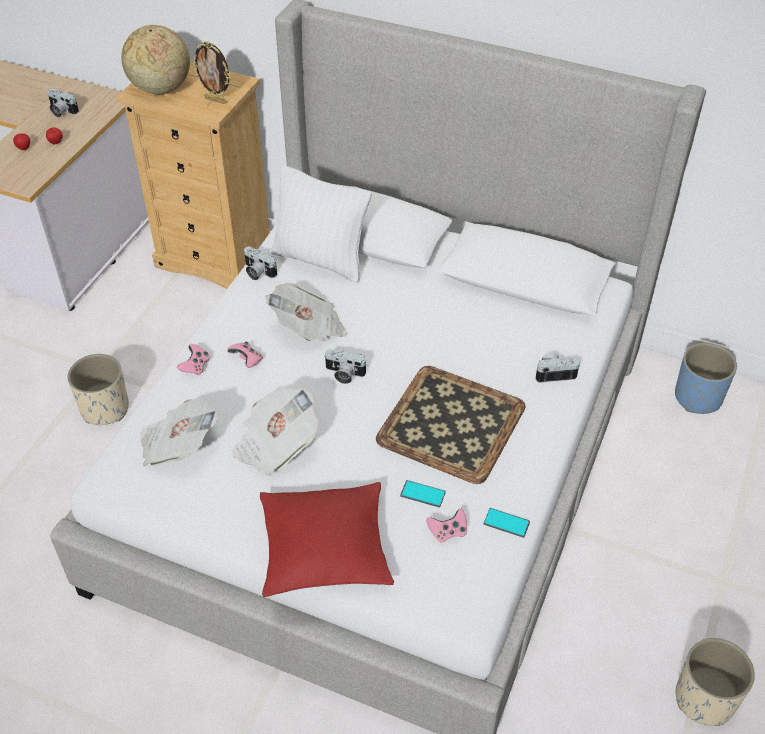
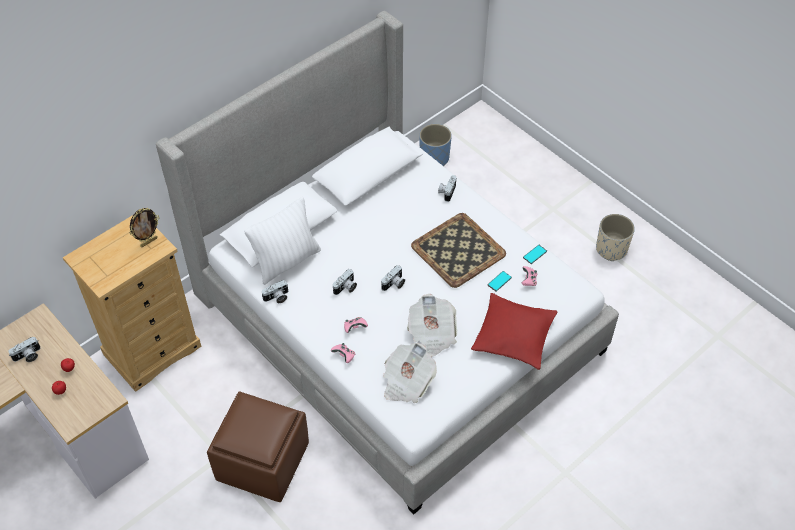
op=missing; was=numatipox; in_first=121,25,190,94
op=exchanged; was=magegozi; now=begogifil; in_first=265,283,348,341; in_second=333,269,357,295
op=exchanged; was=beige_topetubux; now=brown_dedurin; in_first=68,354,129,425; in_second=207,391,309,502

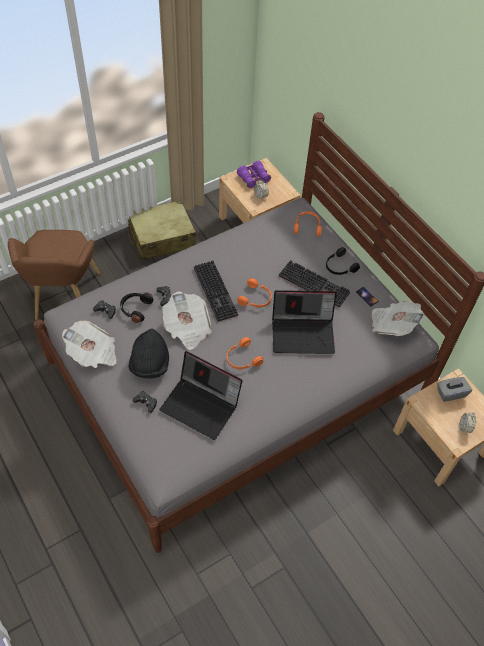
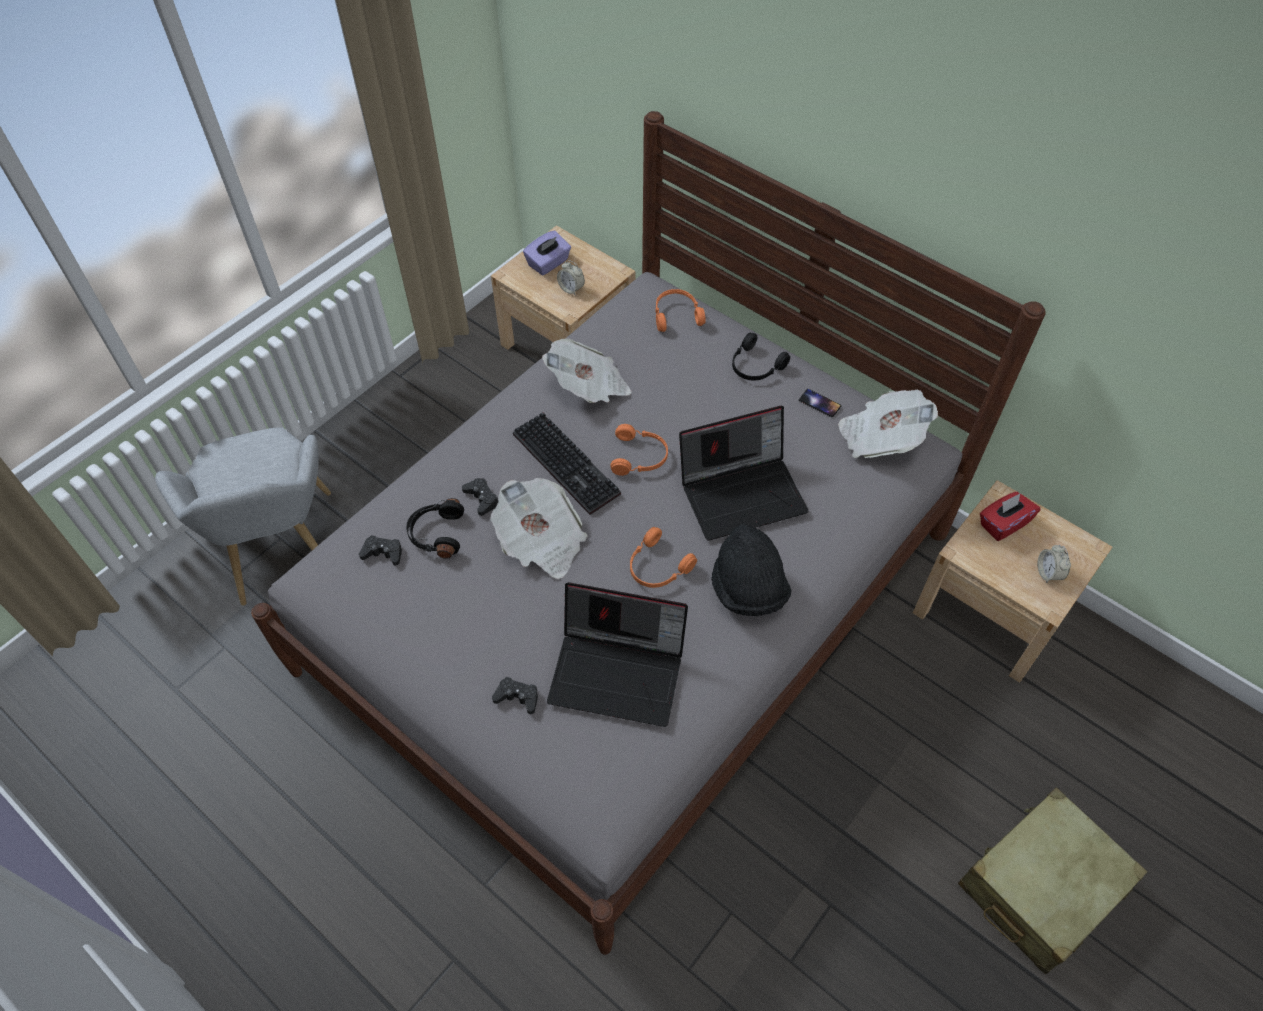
op=exchanged; was=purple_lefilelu; now=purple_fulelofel; in_first=237,161,271,188; in_second=523,231,571,276
op=relocated; was=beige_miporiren; in_first=128,201,196,260; in_second=958,787,1147,974
op=colour; was=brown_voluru; now=grey_voluru; in_first=8,230,100,320; in_second=155,427,331,606
op=missing; was=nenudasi; in_first=279,260,350,307
op=relocated; was=magegozi; in_first=62,320,116,368; in_second=542,338,632,403
op=relocated; was=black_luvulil; in_first=128,328,169,379; in_second=711,524,792,616
op=colour; was=grey_fulelofel; now=red_fulelofel; in_first=437,377,472,402; in_second=980,492,1040,541

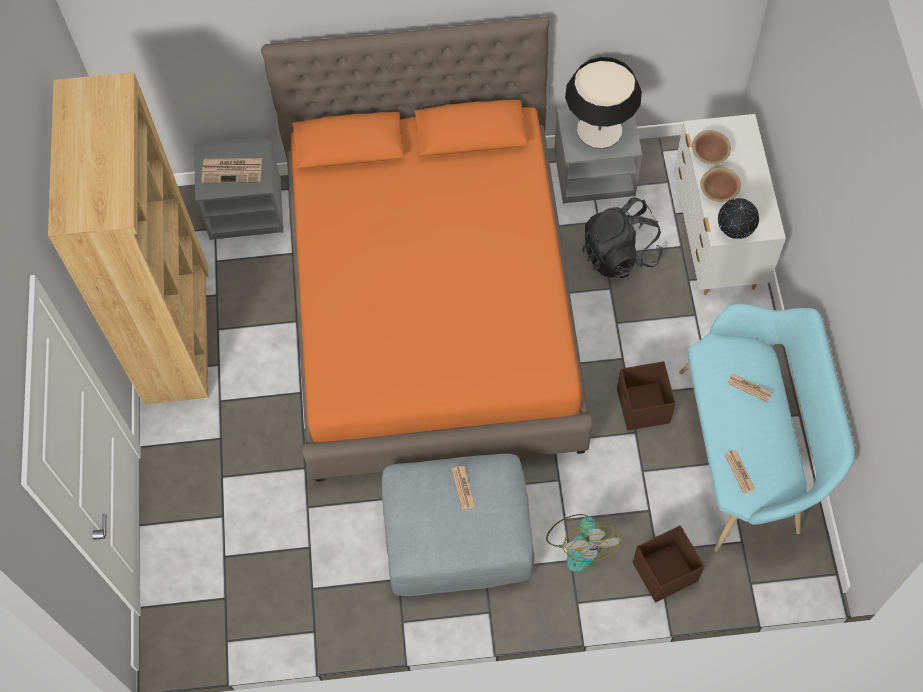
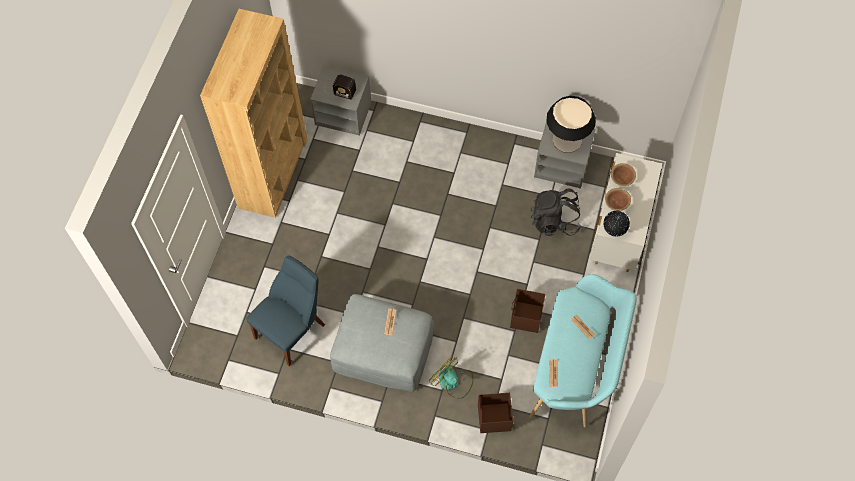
op=missing; was=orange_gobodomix; in_first=261,16,593,482
op=exchanged; was=magegozi; now=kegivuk; in_first=201,158,262,184; in_second=325,74,356,100
op=spun; was=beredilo; in_first=546,514,622,572; in_second=429,356,473,399; clockwise=120
op=appeared; now=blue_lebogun; in_second=246,256,325,366

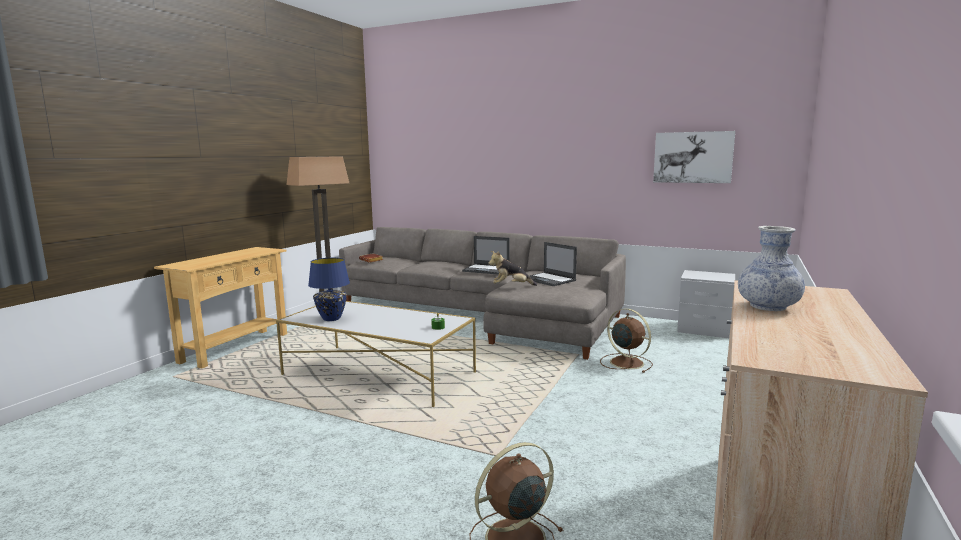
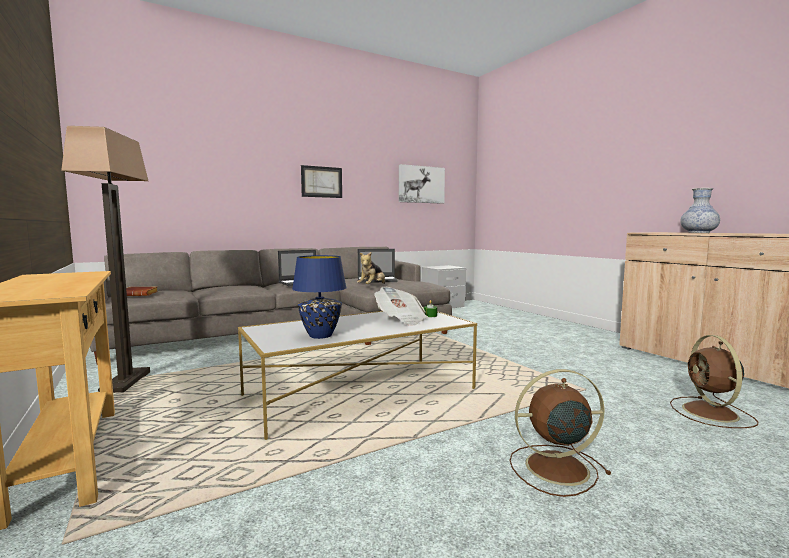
op=relocated; was=brown_beredilo; in_first=600,309,653,373; in_second=510,369,612,497
op=appeared; now=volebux; in_second=301,165,342,198
op=appeared; now=magegozi; in_second=374,287,428,326

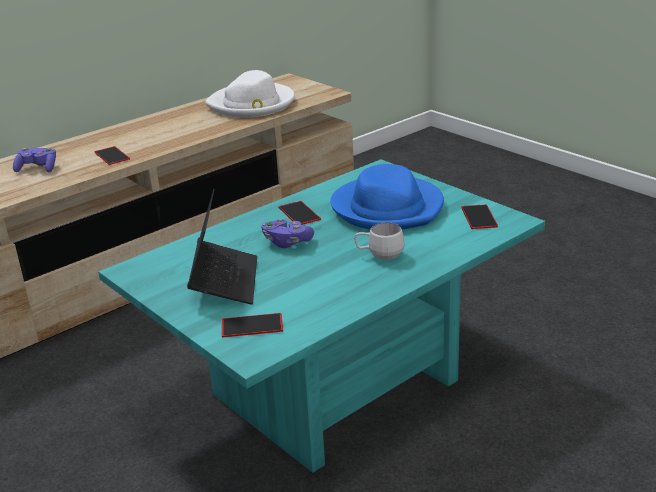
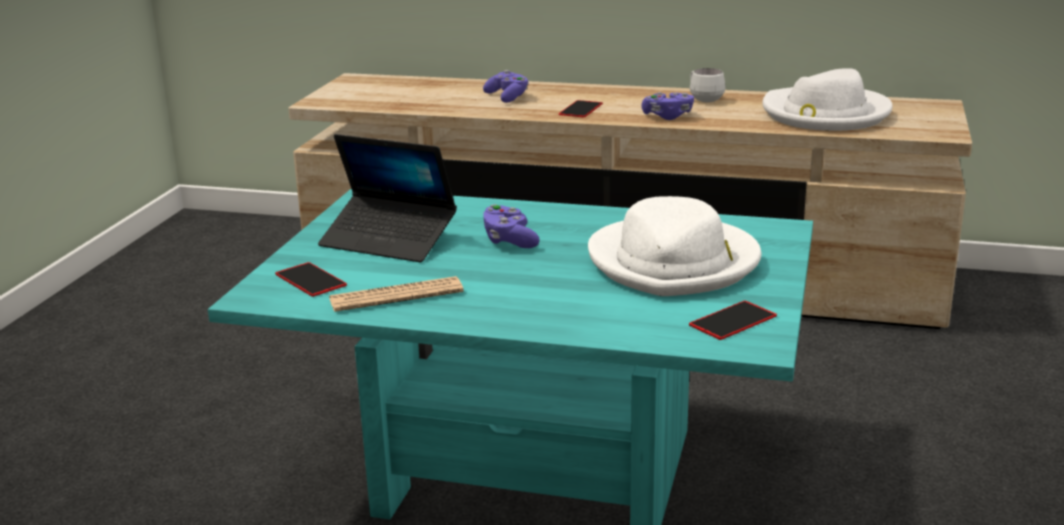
op=colour; was=blue_luvulil; now=white_luvulil; in_first=330,164,444,229; in_second=588,196,761,296
op=spun; was=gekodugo; in_first=187,188,257,305; in_second=318,134,457,262; clockwise=60
op=missing; was=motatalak; in_first=278,201,321,225
op=relocated; was=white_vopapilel; in_first=354,222,405,260; in_second=690,68,725,102
op=appeared; now=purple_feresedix; in_second=642,92,694,120
op=appeared; now=magegozi; in_second=329,276,464,312

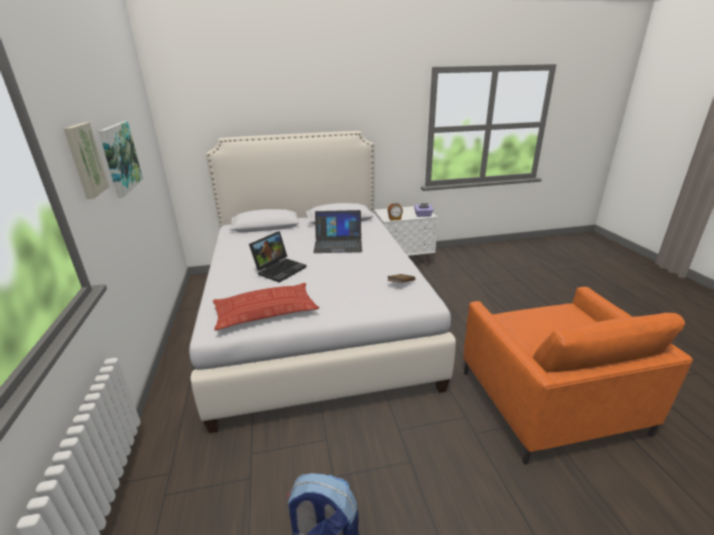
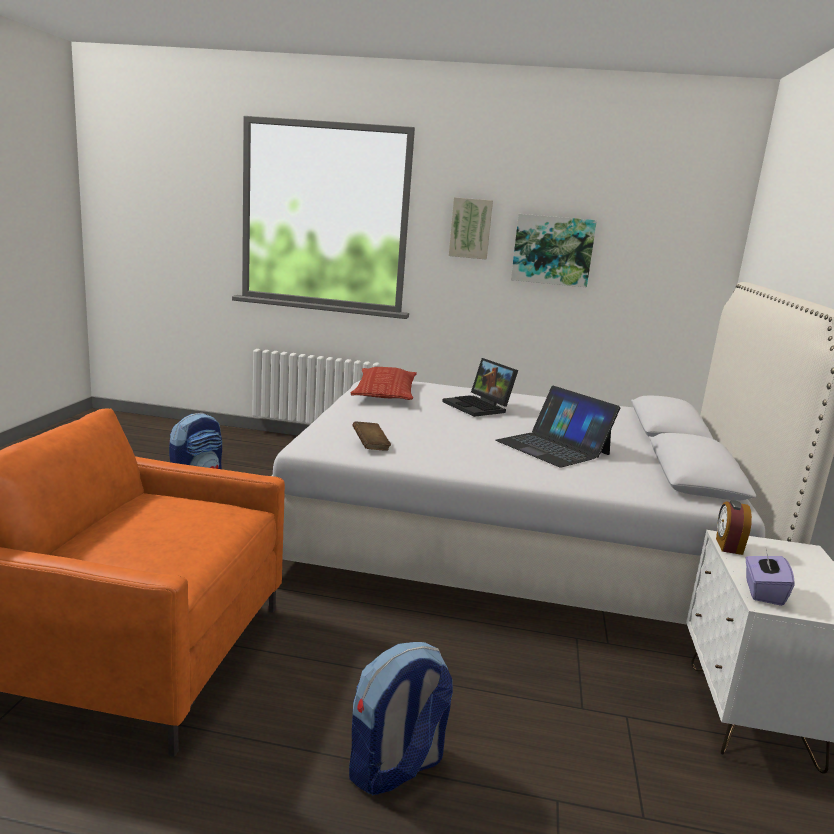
op=spun; was=gekodugo; in_first=313,210,362,253; in_second=495,386,620,468; clockwise=-60
op=appeared; now=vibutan; in_second=349,642,453,795

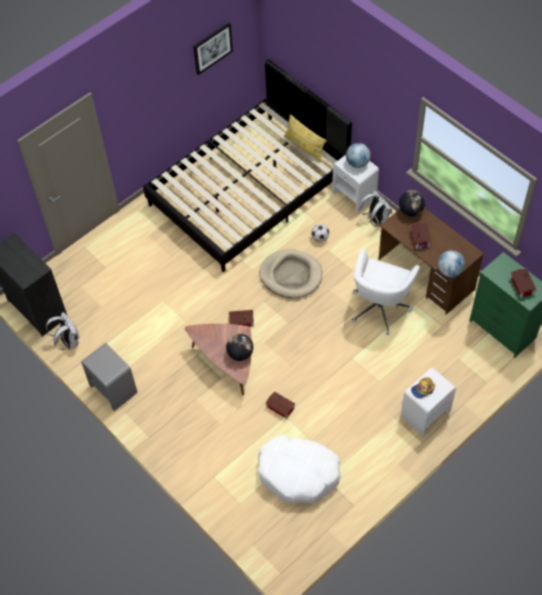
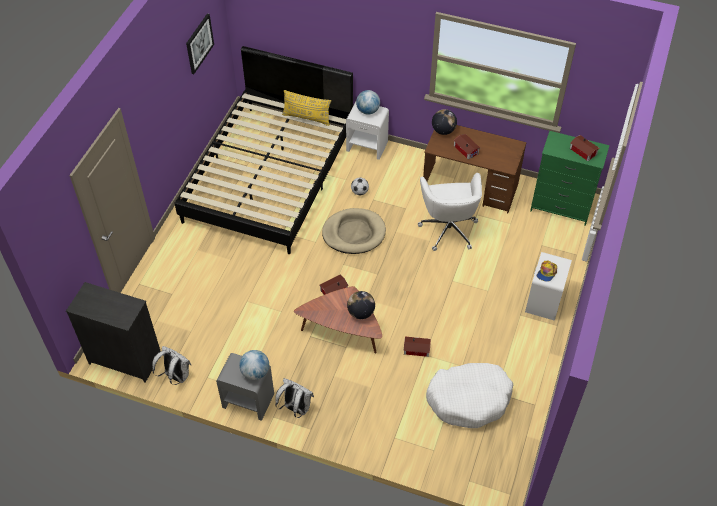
op=relocated; was=white_vibutan; in_first=359,190,392,227; in_second=275,378,314,418
op=relocated; was=numatipox; in_first=438,250,465,277; in_second=239,350,269,380

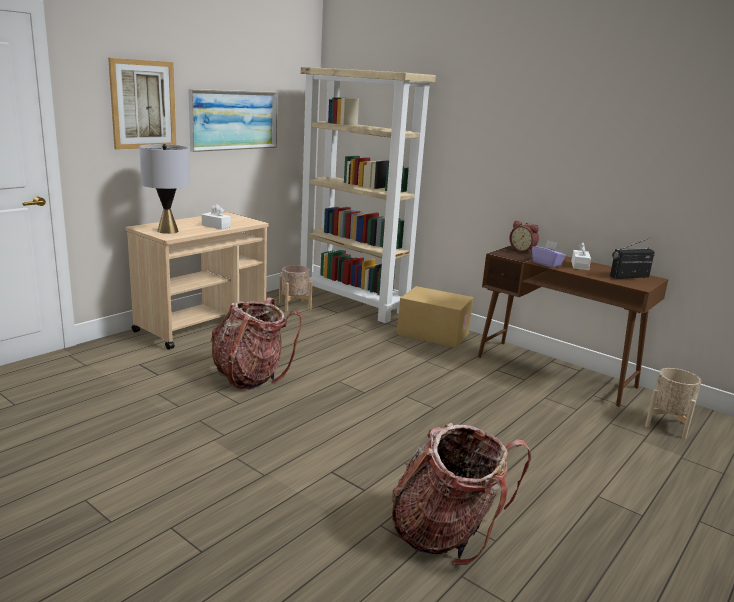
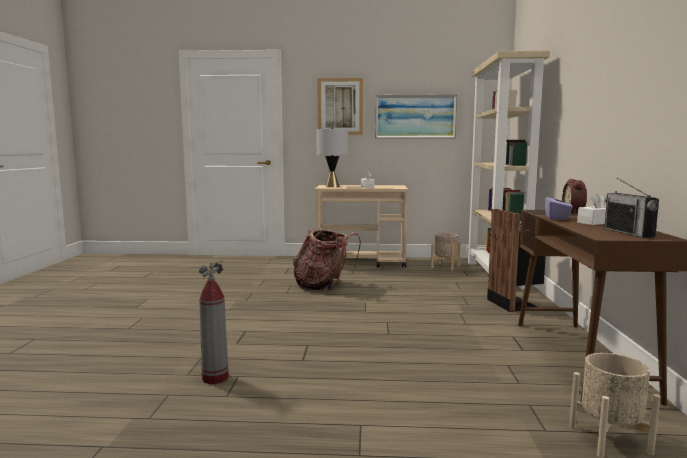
op=spun; was=kegivuk; in_first=610,238,655,279; in_second=604,178,659,238; clockwise=-135
op=exchanged; was=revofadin; now=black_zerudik; in_first=397,286,473,348; in_second=487,209,546,312
op=exchanged; was=vibutan; now=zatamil; in_first=391,423,531,565; in_second=199,260,229,384

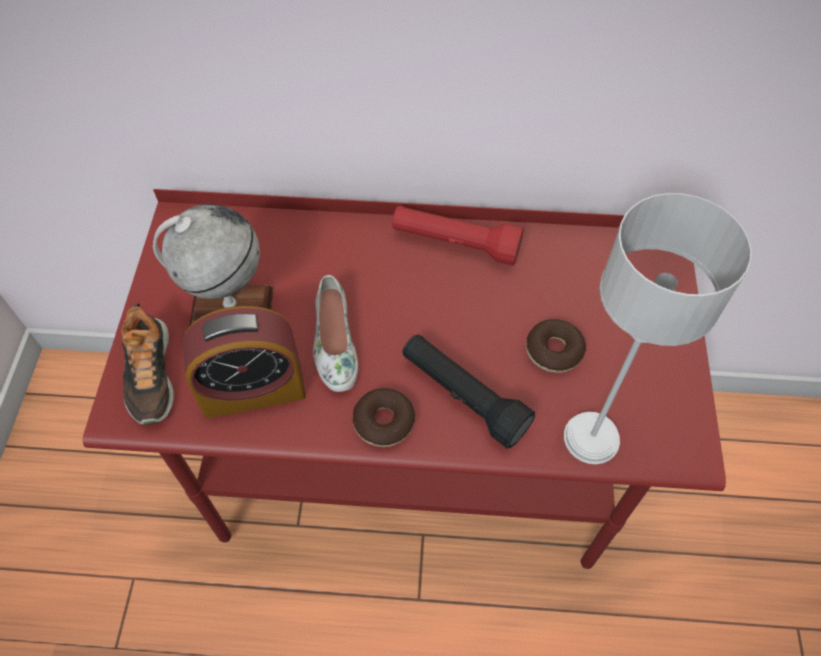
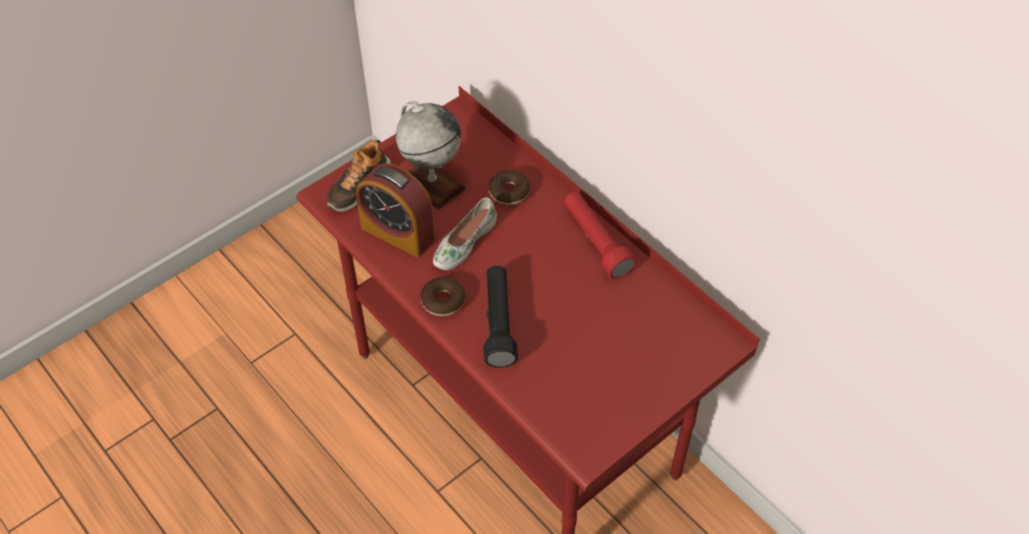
op=missing; was=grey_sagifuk; in_first=564,193,752,465
op=relocated; was=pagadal; in_first=526,319,586,373; in_second=488,170,530,205

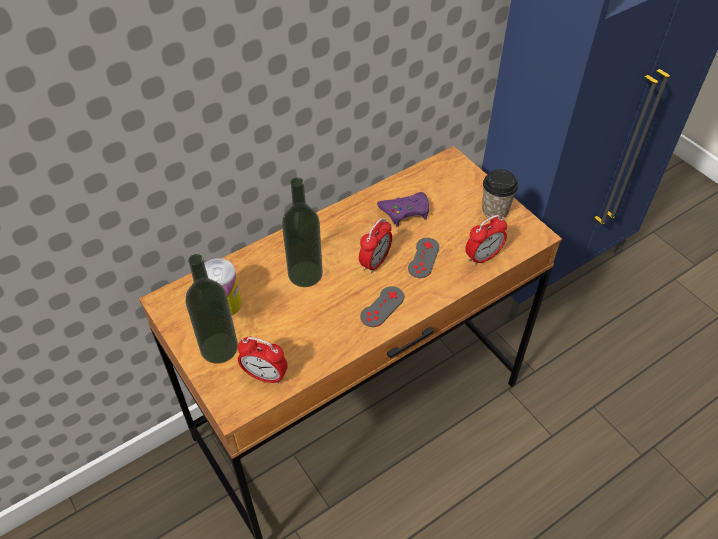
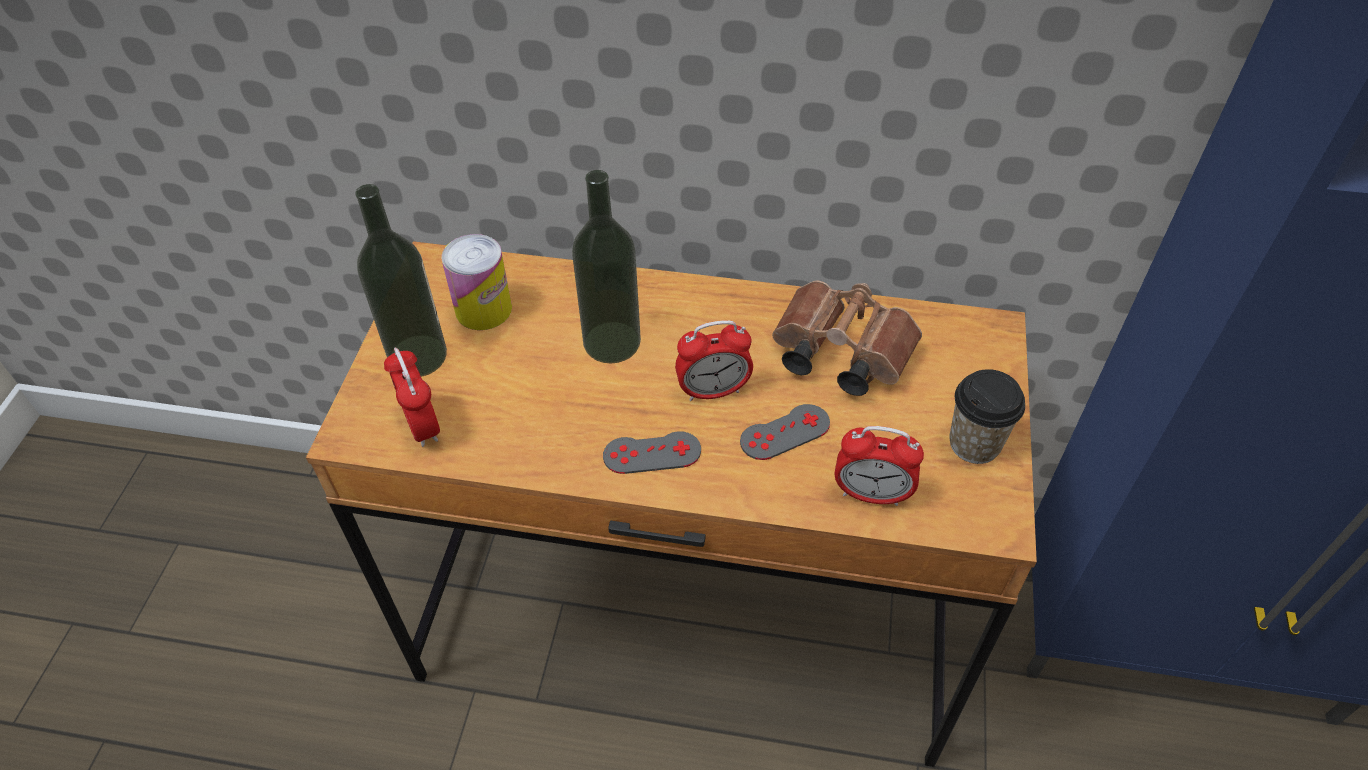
op=exchanged; was=purple_feresedix; now=brown_lefilelu; in_first=377,192,429,226; in_second=772,281,922,396

